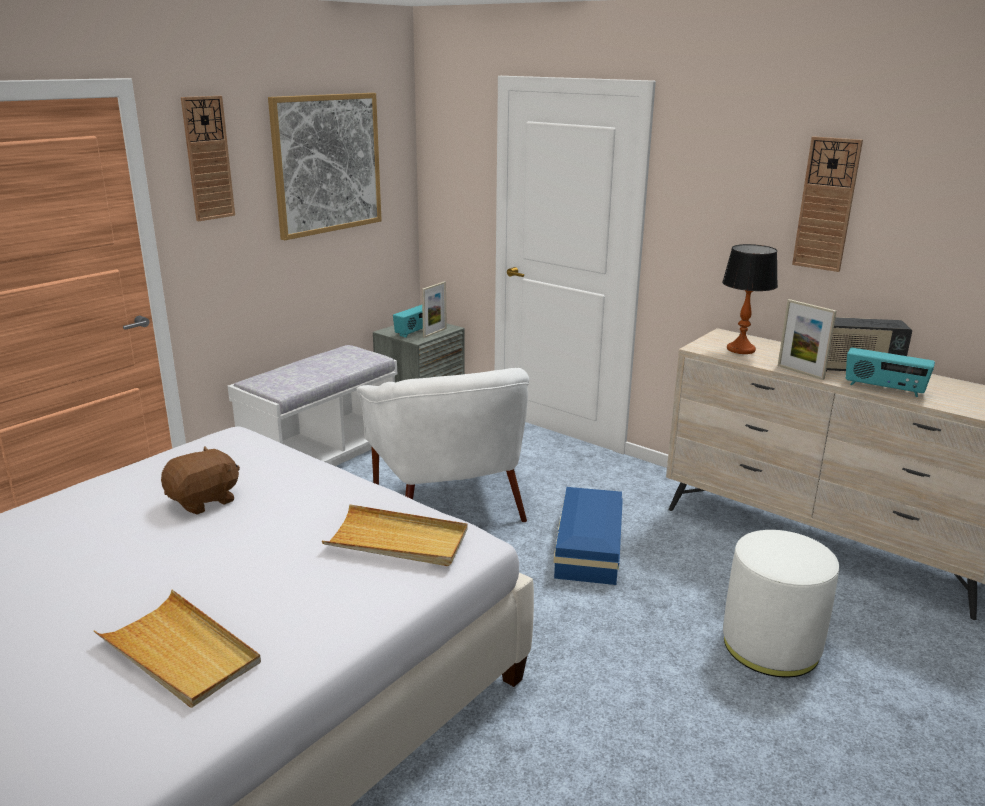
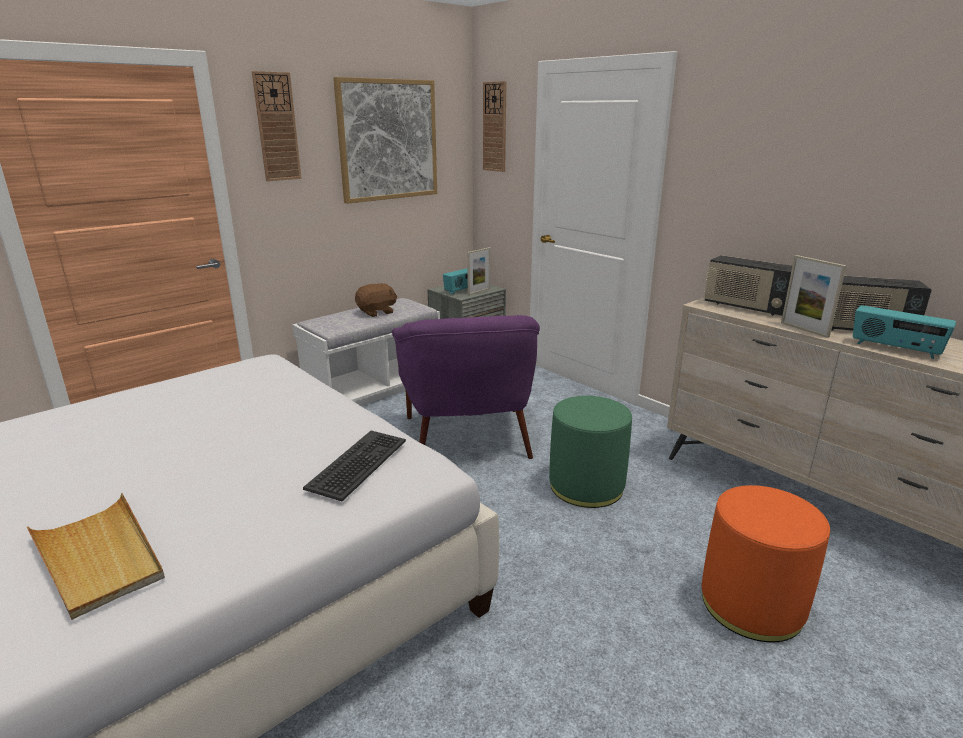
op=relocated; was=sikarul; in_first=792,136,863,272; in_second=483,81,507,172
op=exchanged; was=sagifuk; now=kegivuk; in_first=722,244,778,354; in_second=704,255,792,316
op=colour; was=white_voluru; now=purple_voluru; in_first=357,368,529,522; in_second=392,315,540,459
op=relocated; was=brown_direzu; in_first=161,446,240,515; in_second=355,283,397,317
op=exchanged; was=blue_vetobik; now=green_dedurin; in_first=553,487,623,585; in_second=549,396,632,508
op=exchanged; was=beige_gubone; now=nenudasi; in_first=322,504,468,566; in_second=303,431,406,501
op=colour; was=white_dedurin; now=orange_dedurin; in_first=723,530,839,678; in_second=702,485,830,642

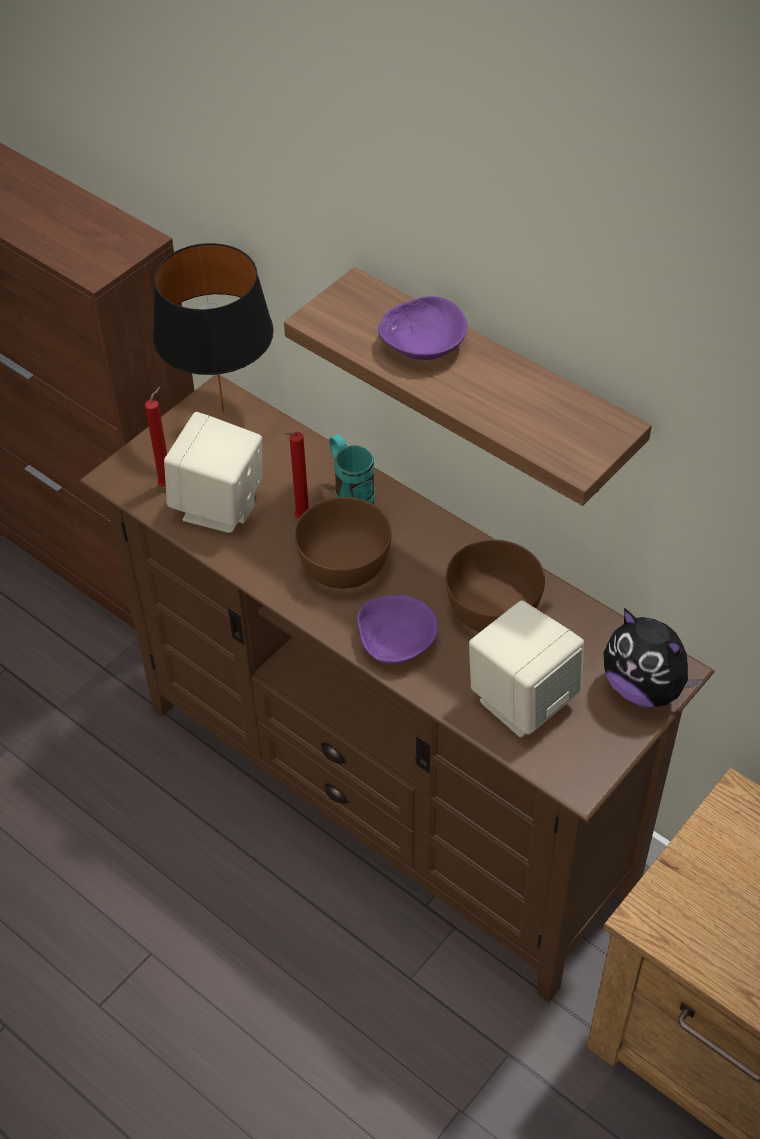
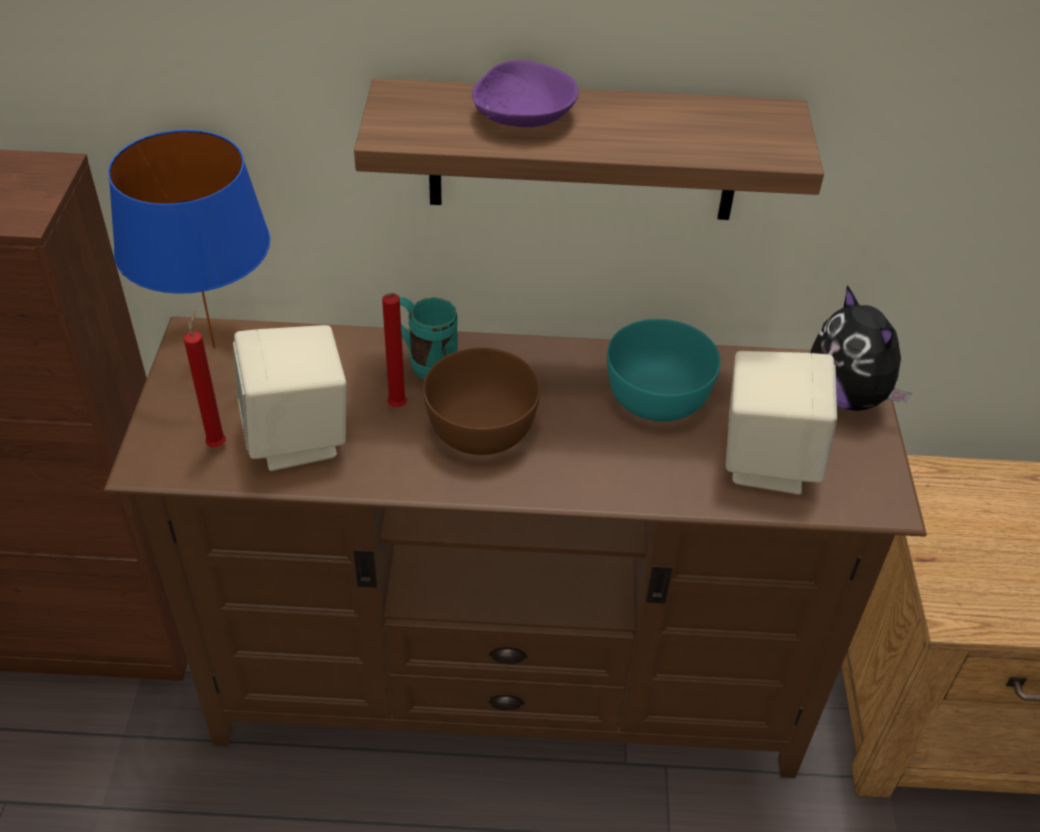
op=colour; was=black_sagifuk; now=blue_sagifuk; in_first=153,243,274,412; in_second=108,130,270,348
op=colour; was=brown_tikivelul; now=turquoise_tikivelul; in_first=445,539,545,632; in_second=607,319,721,422
op=missing; was=purple_tikivelul; in_first=357,595,438,664
op=spun; was=direzu; in_first=604,608,704,708; in_second=811,285,912,411; clockwise=60

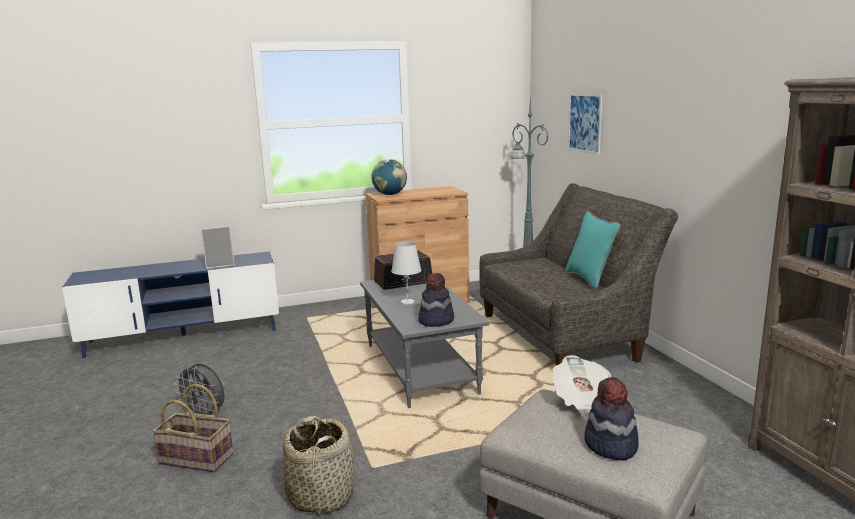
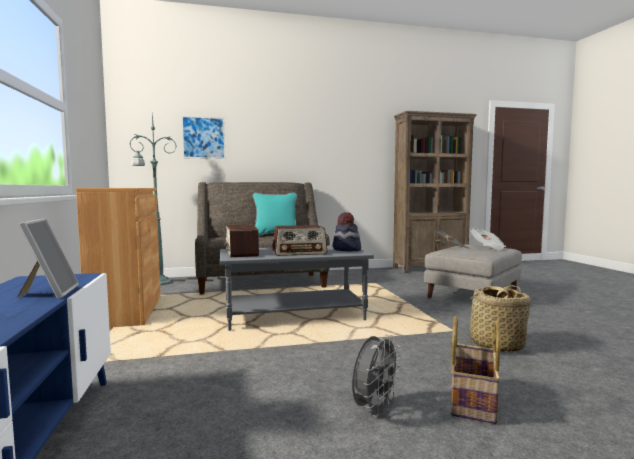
op=missing; was=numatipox; in_first=371,159,407,195
op=exchanged; was=white_sagifuk; now=kegivuk; in_first=391,241,422,305; in_second=273,225,327,256
op=exchanged; was=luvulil; now=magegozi; in_first=584,377,639,461; in_second=470,227,506,251

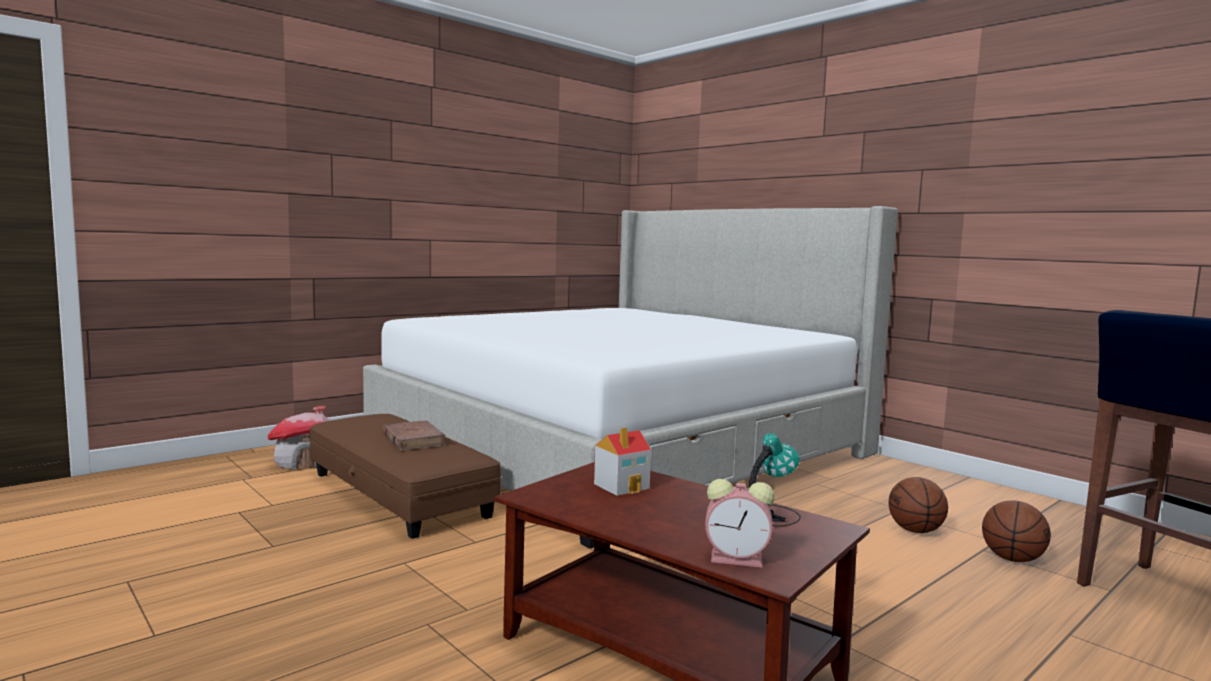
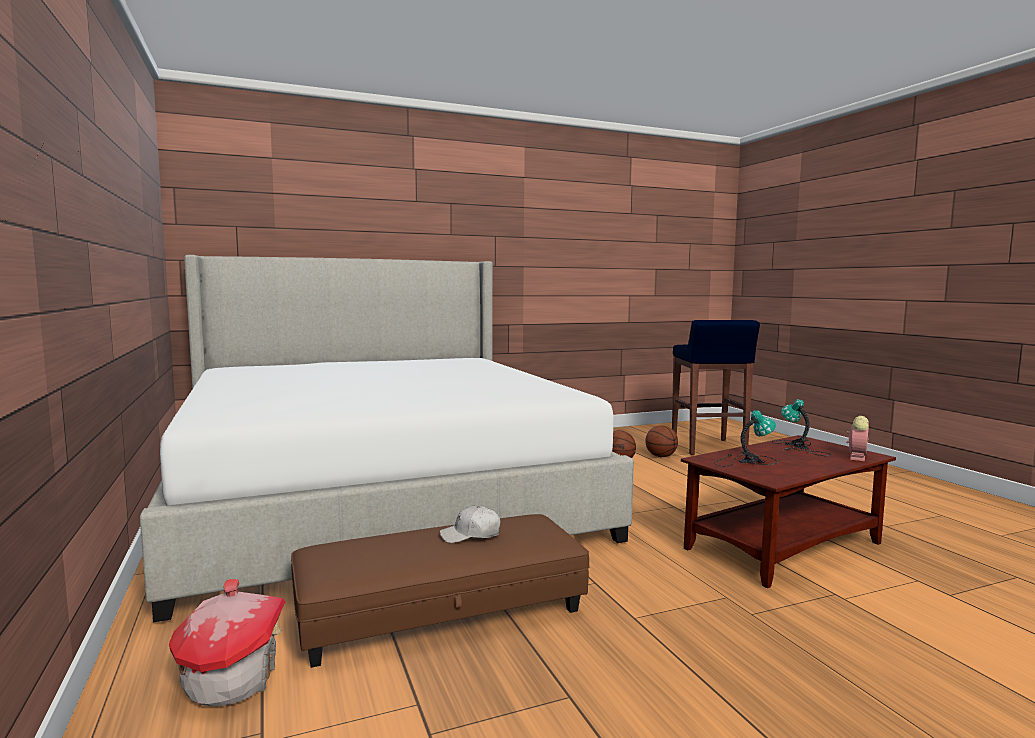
op=exchanged; was=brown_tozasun; now=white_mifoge; in_first=382,420,446,451; in_second=440,506,500,543
op=exchanged; was=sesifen; now=sagifuk; in_first=594,427,651,496; in_second=714,410,778,467

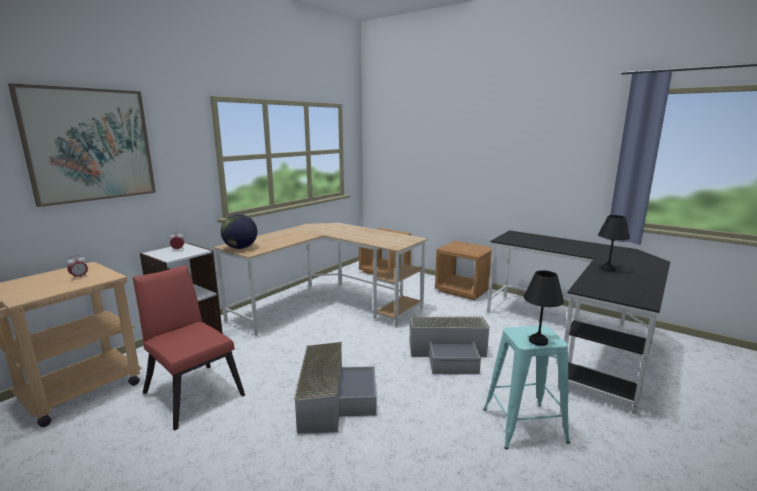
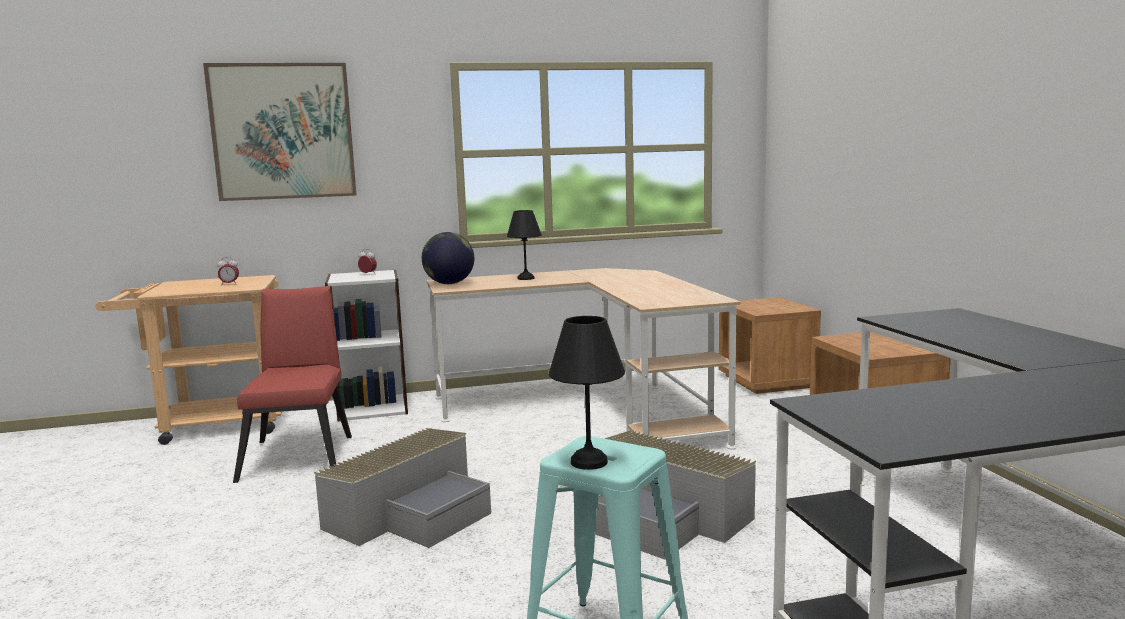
op=relocated; was=black_sagifuk; in_first=598,215,630,271; in_second=507,210,542,280

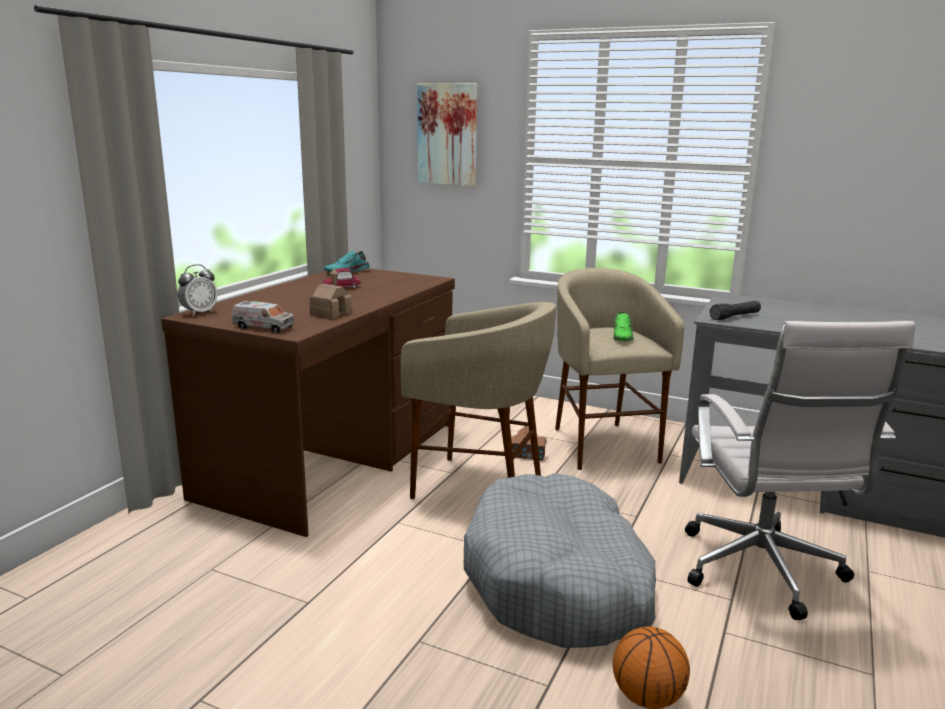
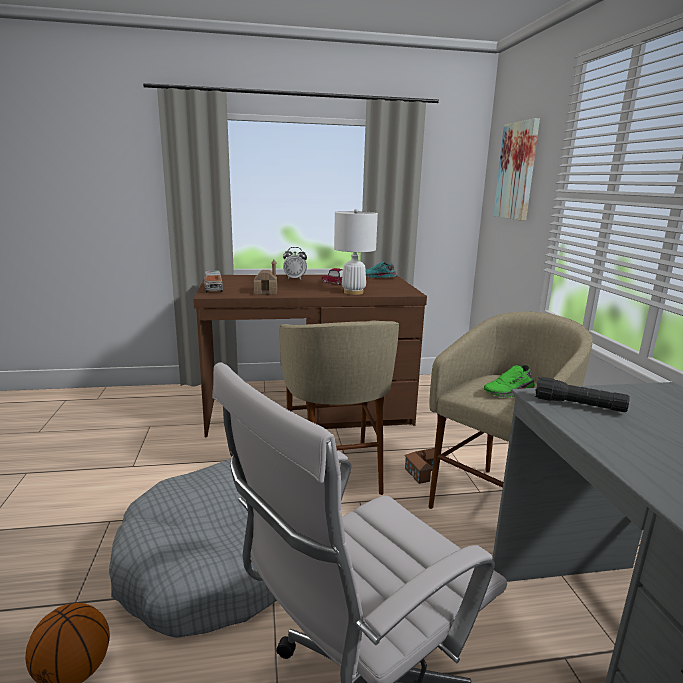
op=relocated; was=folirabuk; in_first=177,264,218,316; in_second=283,247,307,279
op=appeared; now=white_sagifuk; in_second=334,209,378,295

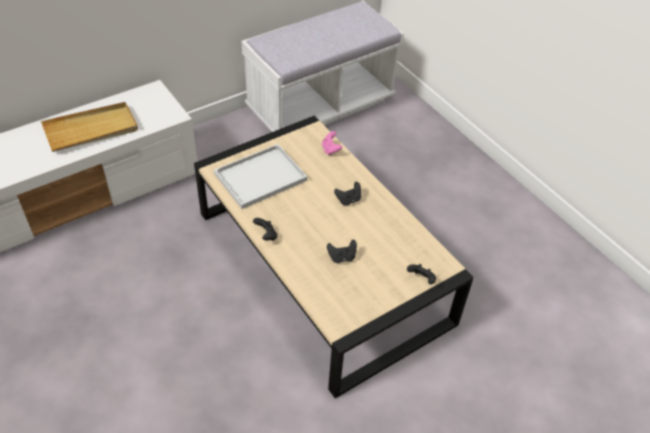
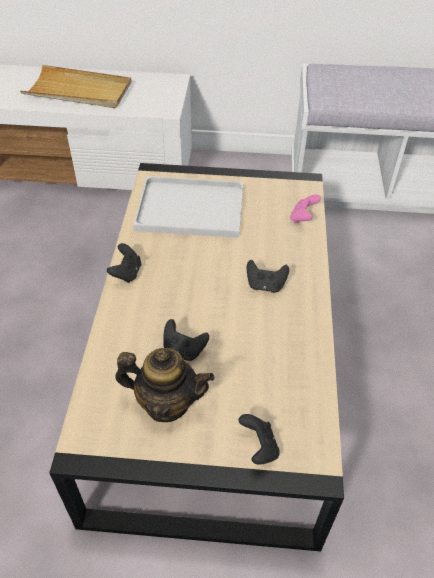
op=appeared; now=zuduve; in_second=115,348,215,422

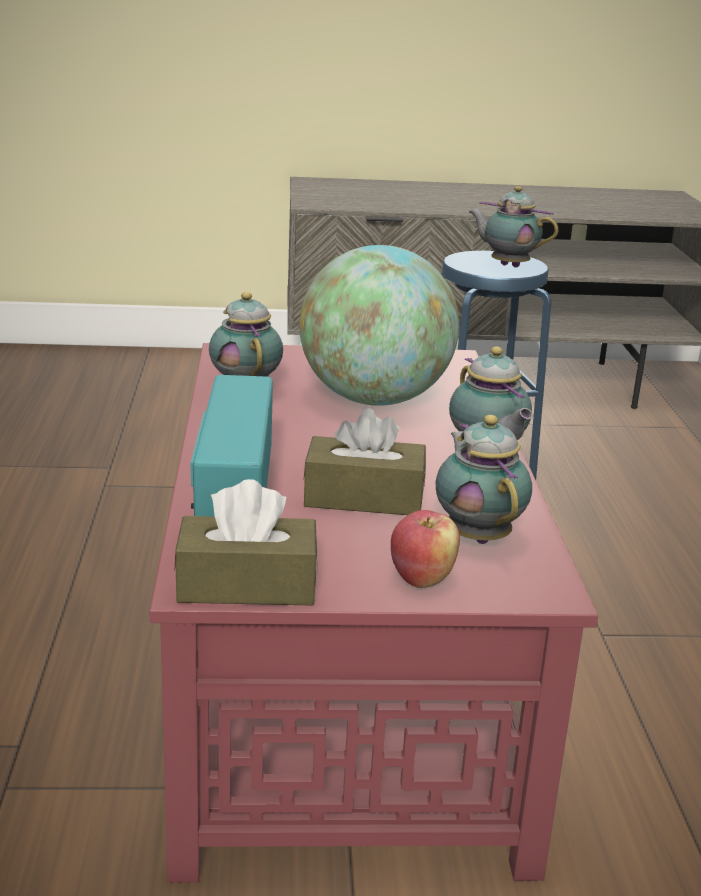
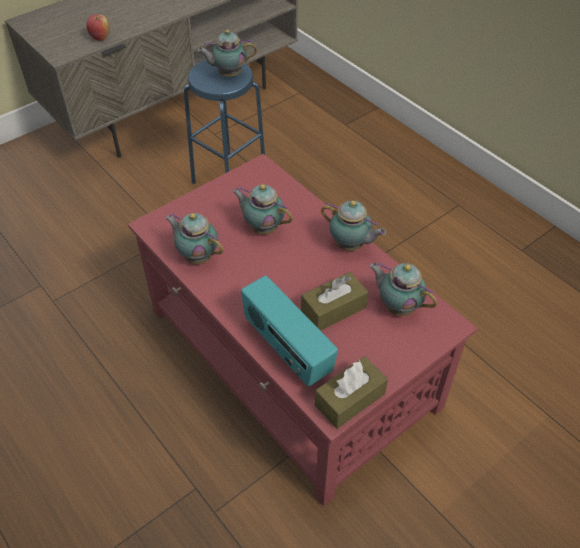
op=exchanged; was=numatipox; now=zuduve; in_first=299,245,459,406; in_second=232,184,293,234
op=relocated; was=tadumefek; in_first=391,510,460,588; in_second=86,14,109,41

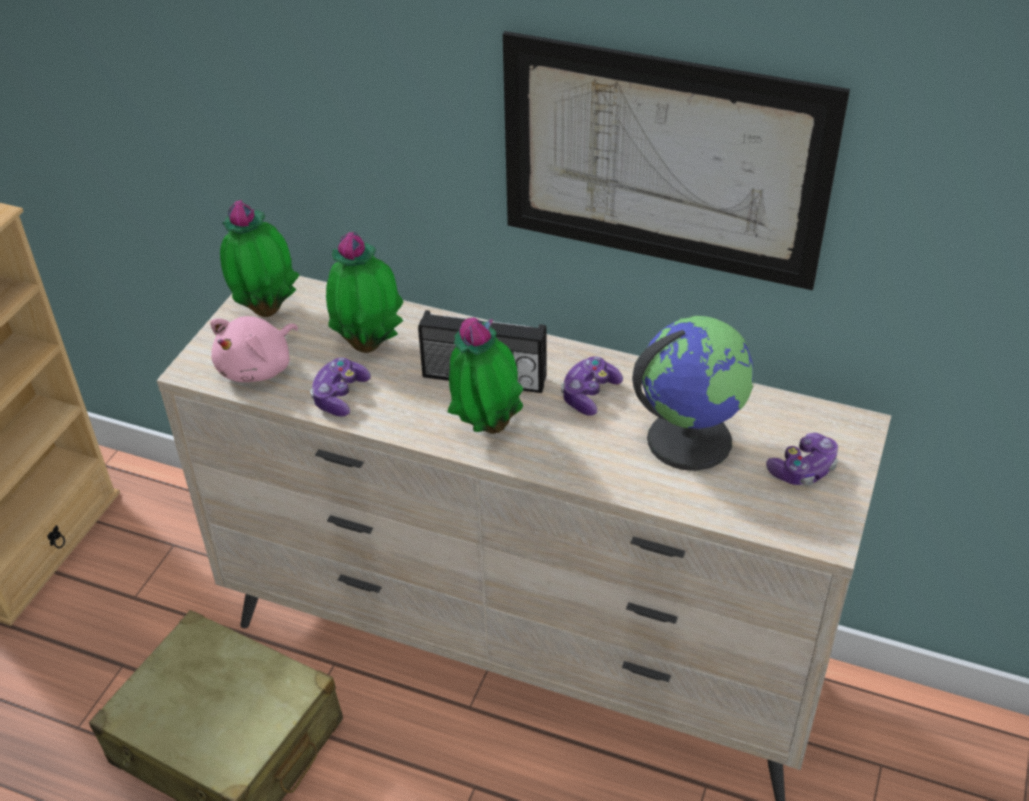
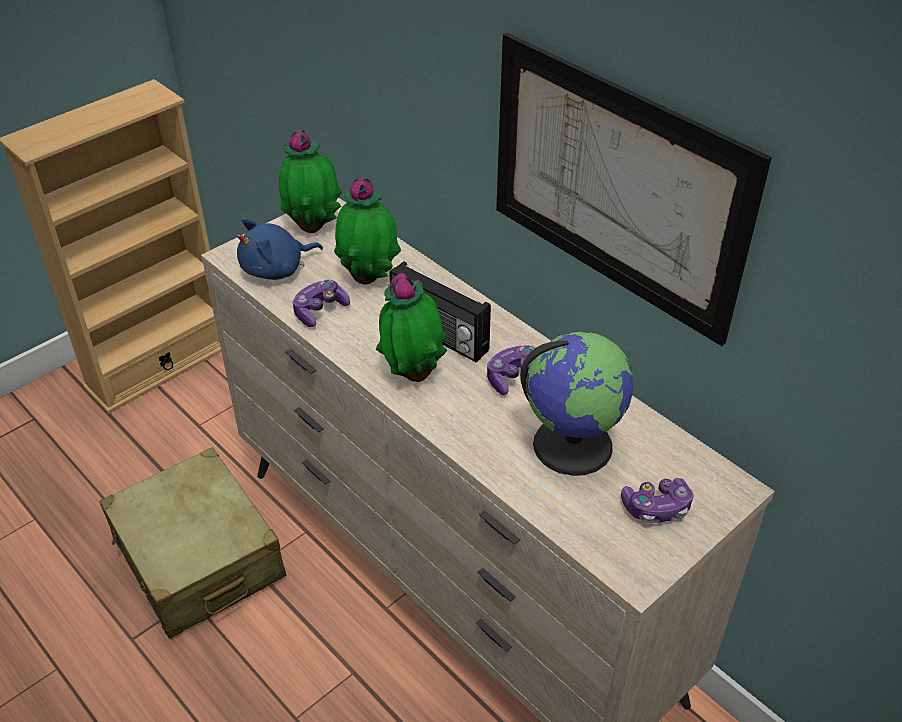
op=colour; was=pink_direzu; now=blue_direzu; in_first=210,316,298,382; in_second=237,218,323,280

